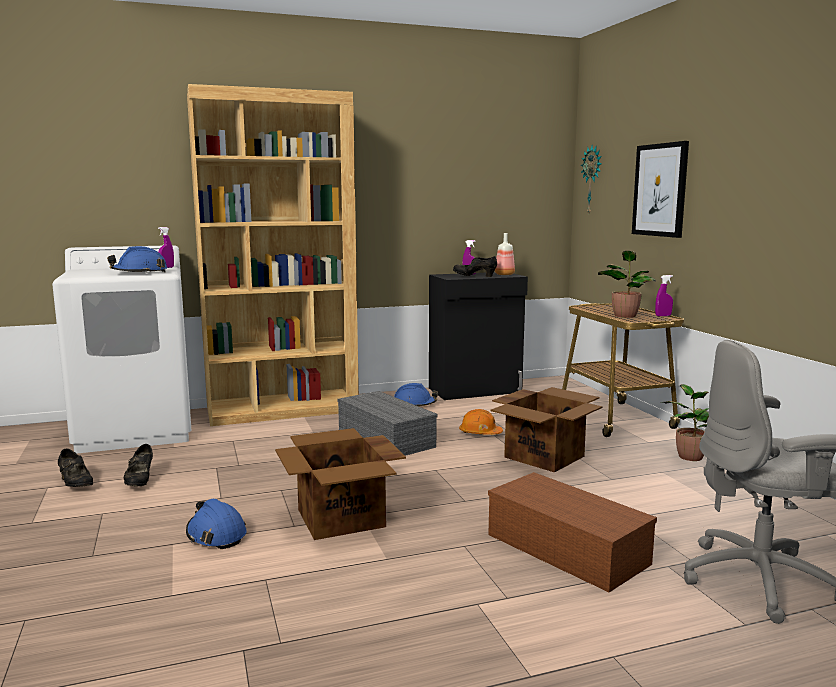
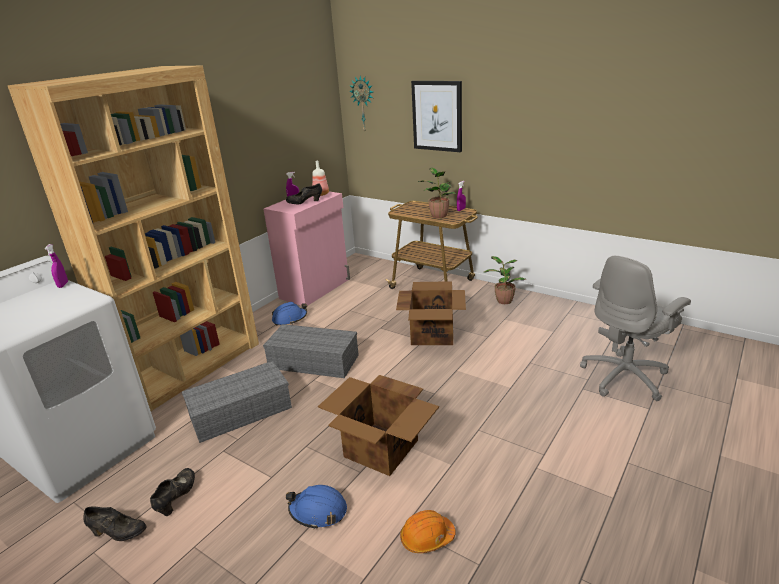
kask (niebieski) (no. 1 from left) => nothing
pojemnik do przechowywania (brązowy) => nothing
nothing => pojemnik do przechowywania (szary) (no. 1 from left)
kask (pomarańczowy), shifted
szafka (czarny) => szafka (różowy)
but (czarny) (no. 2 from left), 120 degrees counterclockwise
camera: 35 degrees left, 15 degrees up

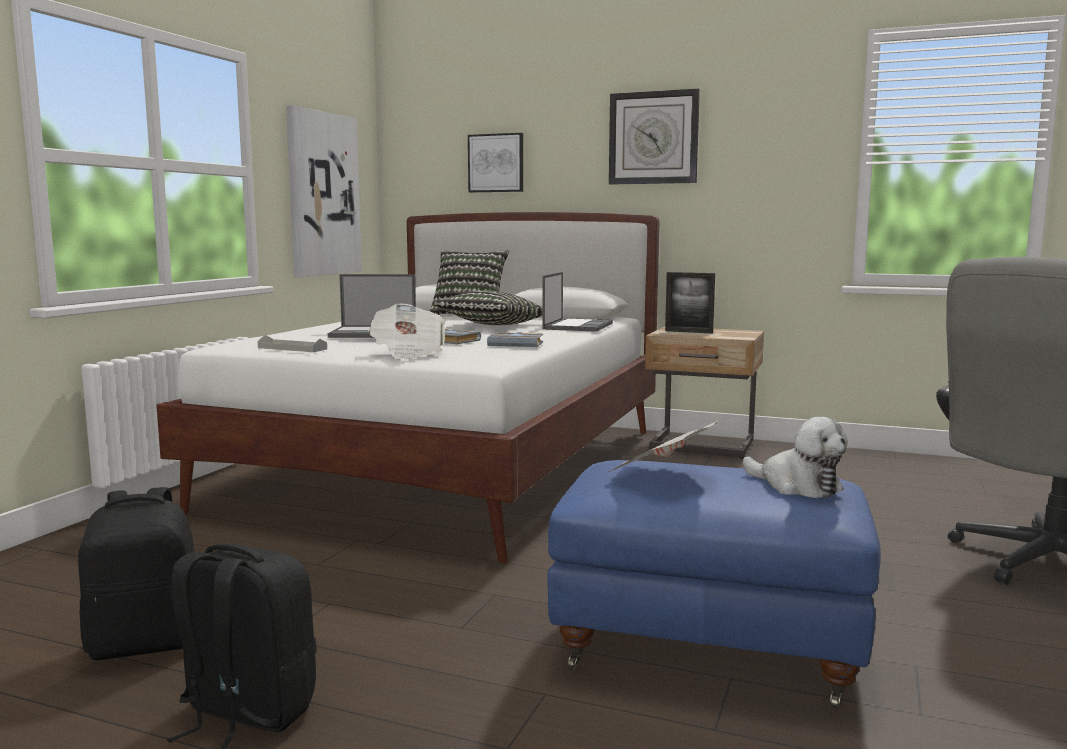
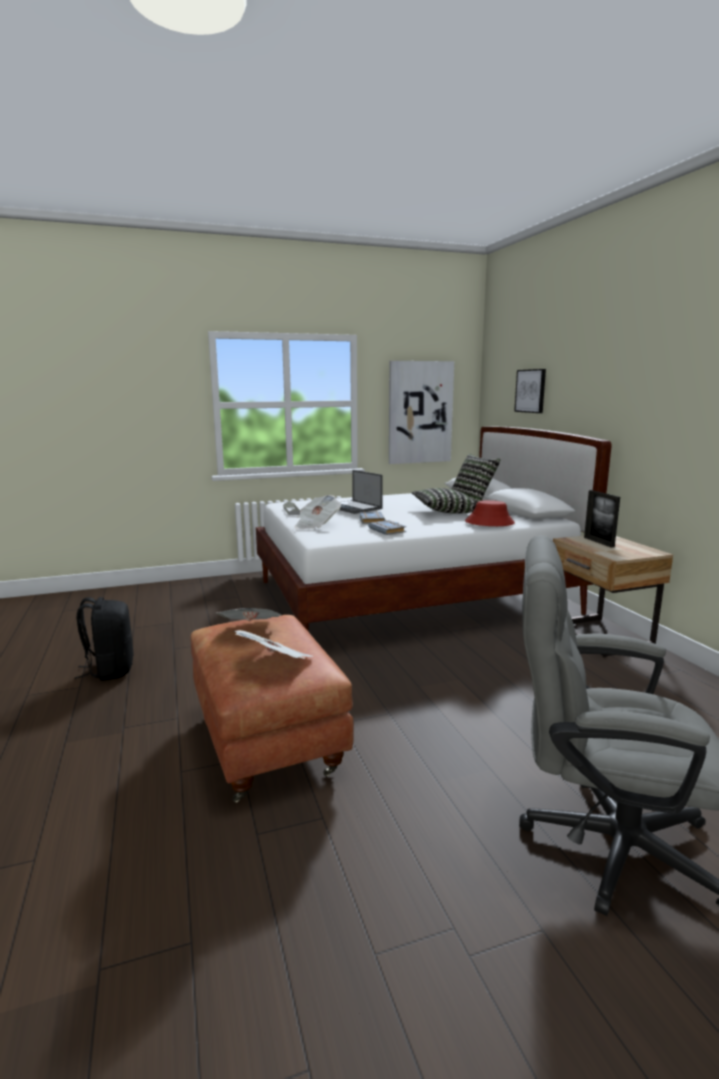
plecak (czarny) (no. 1 from left) => nothing
zegar ścienny => nothing
laptop (no. 2 from left) => kapelusz (czerwony)
pluszak => gazeta (no. 2 from left)
pufa (niebieski) => pufa (brązowy)
camera: 50 degrees right, 5 degrees up

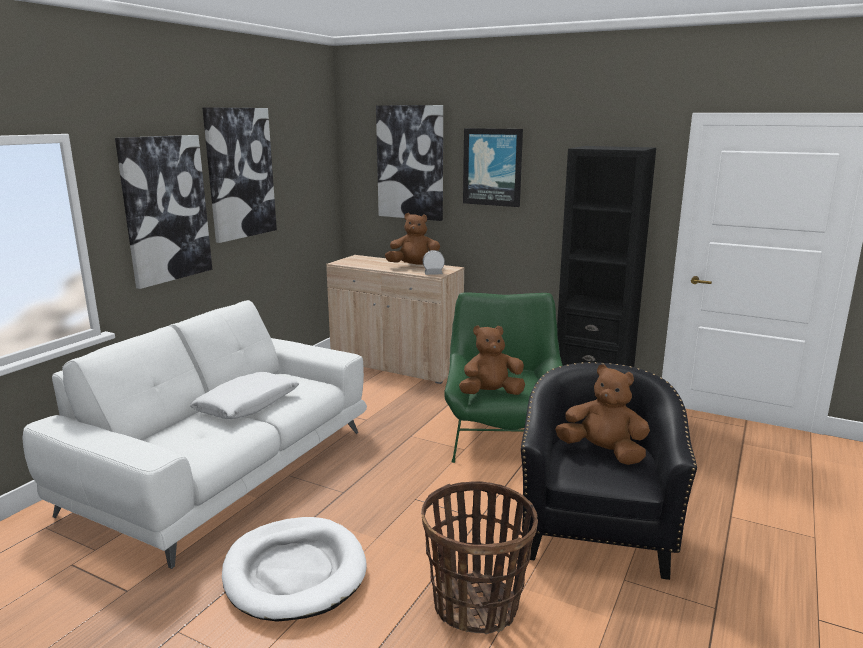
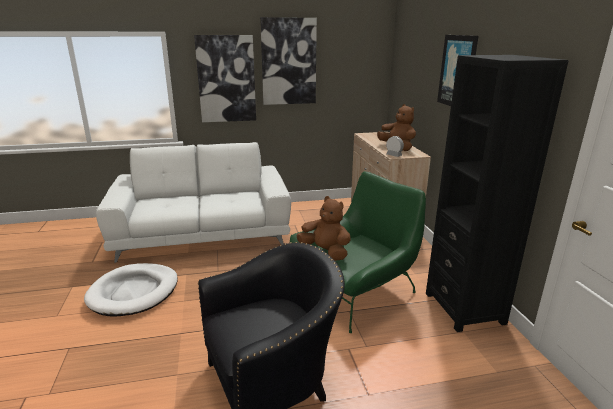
poduszka (biały) => nothing
obraz (no. 3 from left) => nothing
koszyk => nothing
pluszak (brązowy) (no. 3 from left) => nothing
camera: 50 degrees right, 5 degrees up

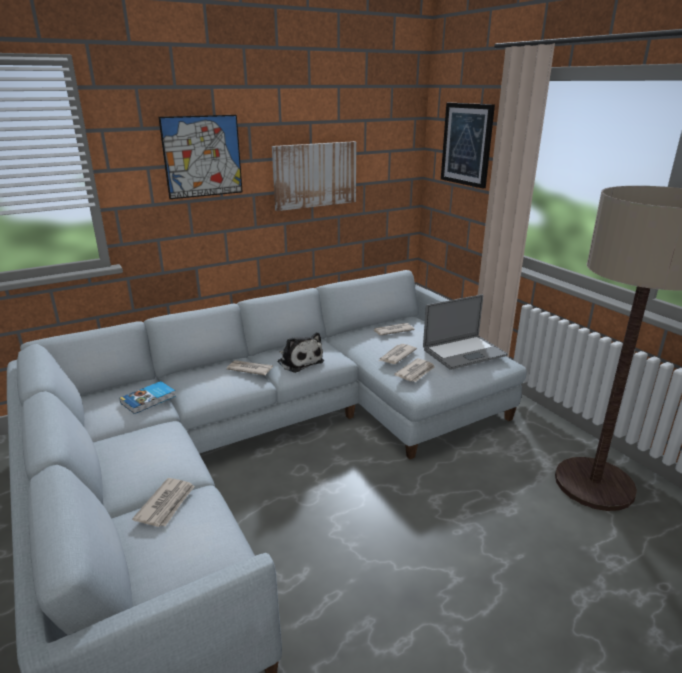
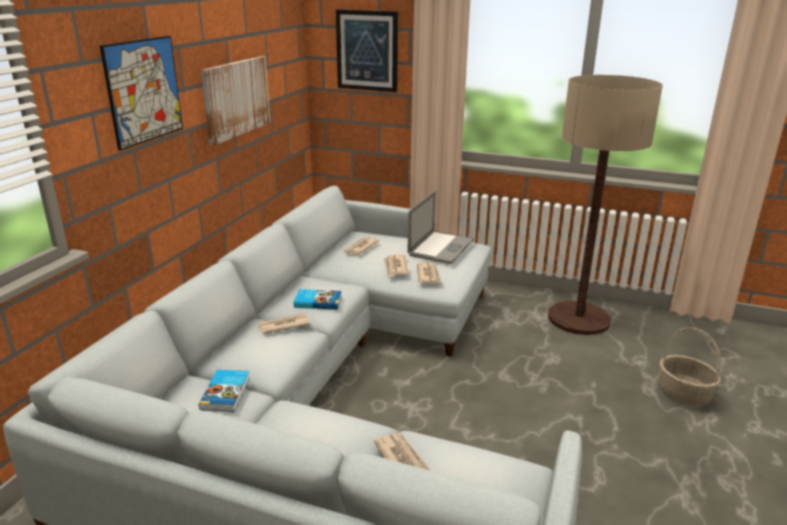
nothing => koszyk
pluszak => książka (no. 2 from left)
camera: 40 degrees left, 0 degrees up

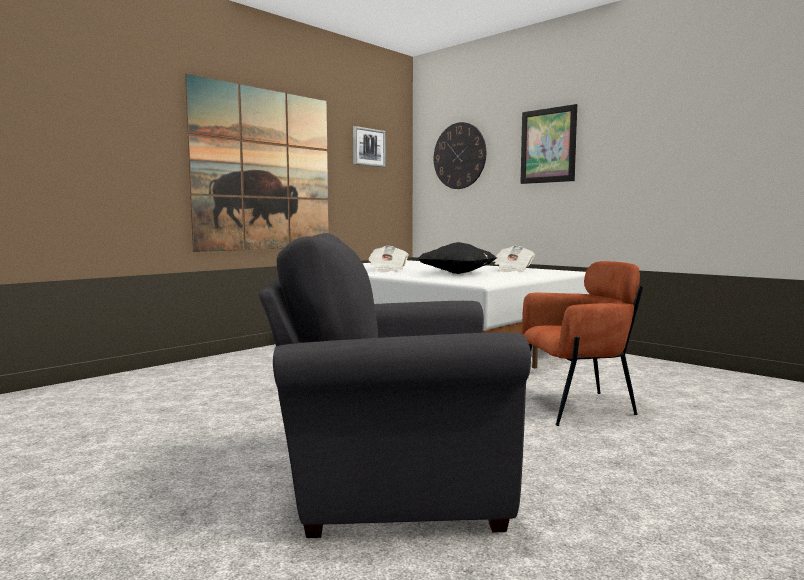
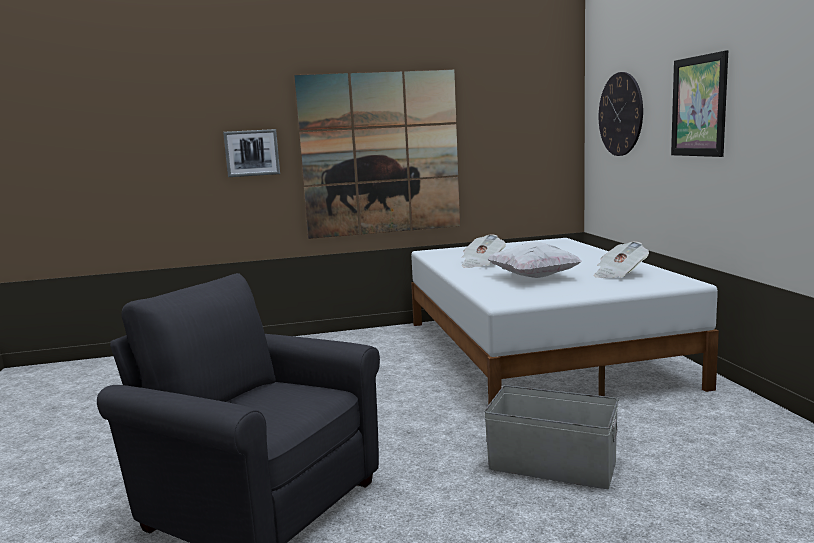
obraz (no. 2 from left in the first image) => obraz (no. 1 from left), shifted
fotel (brązowy) => pojemnik do przechowywania (szary)
poduszka (czarny) => poduszka (biały)
camera: 35 degrees right, 5 degrees up

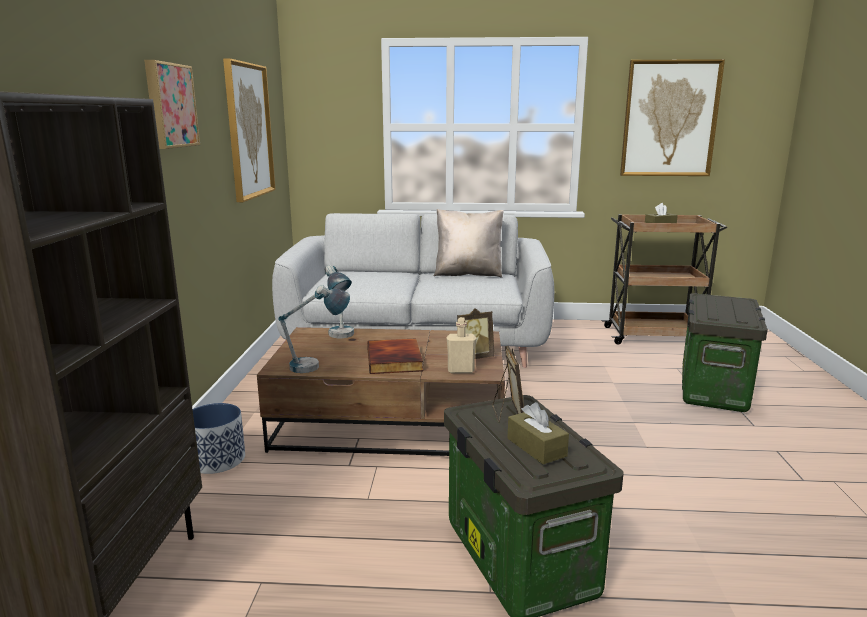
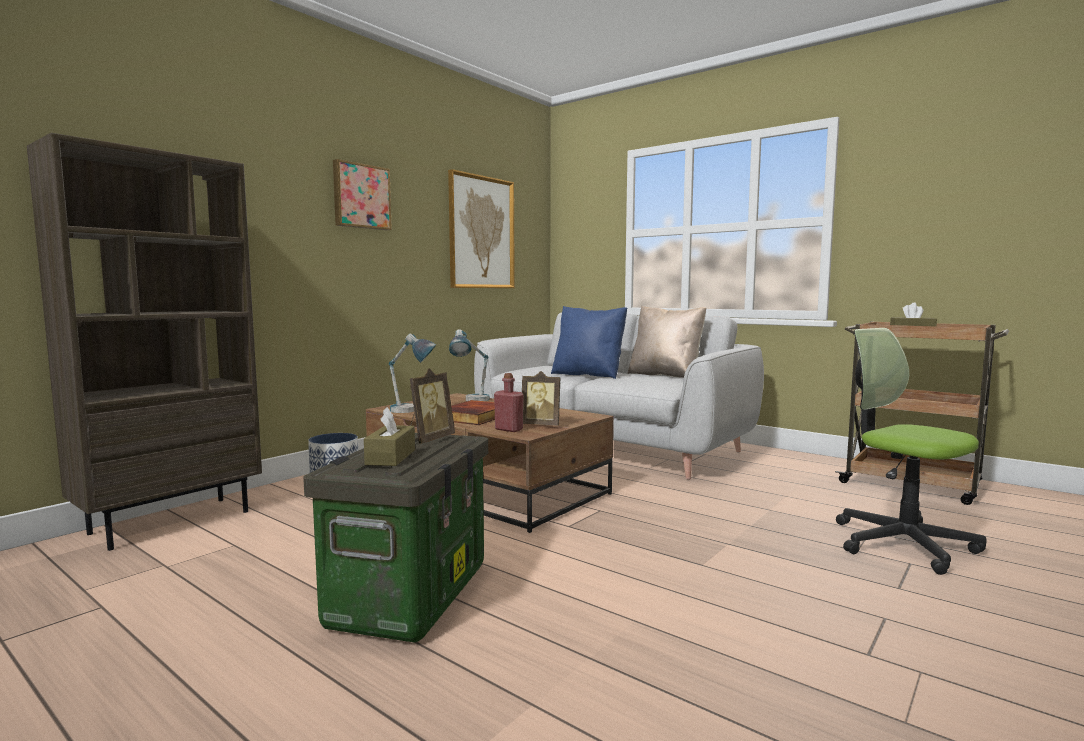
obraz (no. 3 from left) => nothing
nothing => poduszka (niebieski)
pojemnik do przechowywania (no. 2 from left) => krzesło biurowe
butelka (beżowy) => butelka (czerwony)
camera: 35 degrees right, 10 degrees down

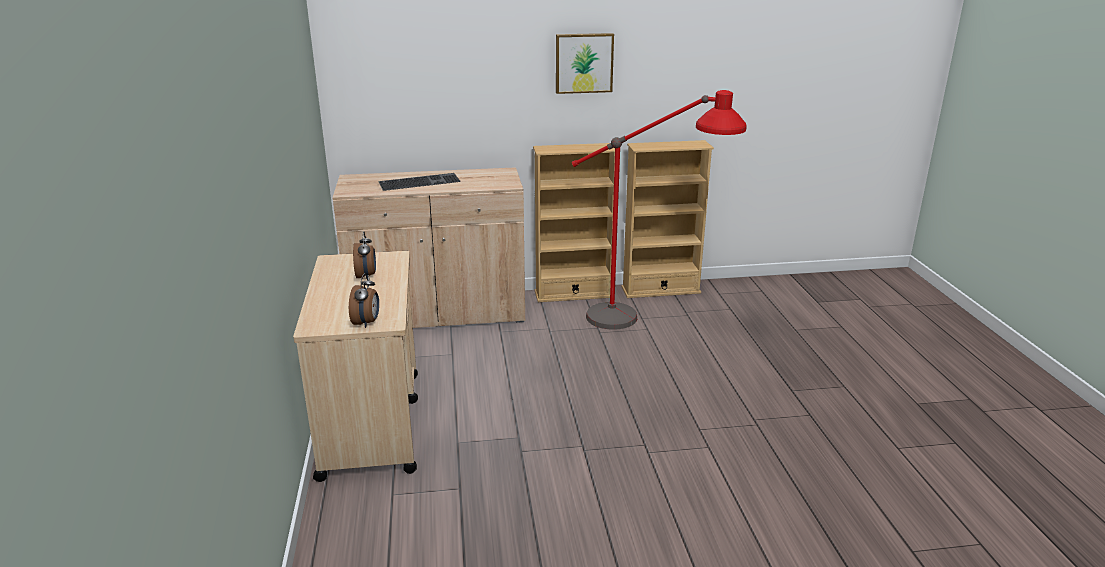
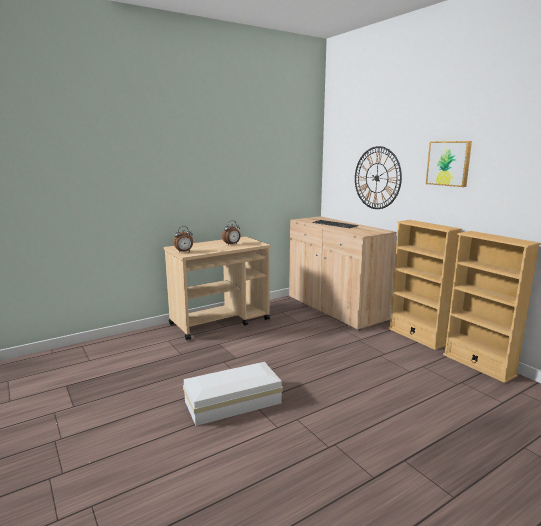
lampa stojąca (czerwony) => nothing
nothing => pojemnik do przechowywania (biały)
nothing => zegar ścienny
camera: 65 degrees right, 10 degrees down

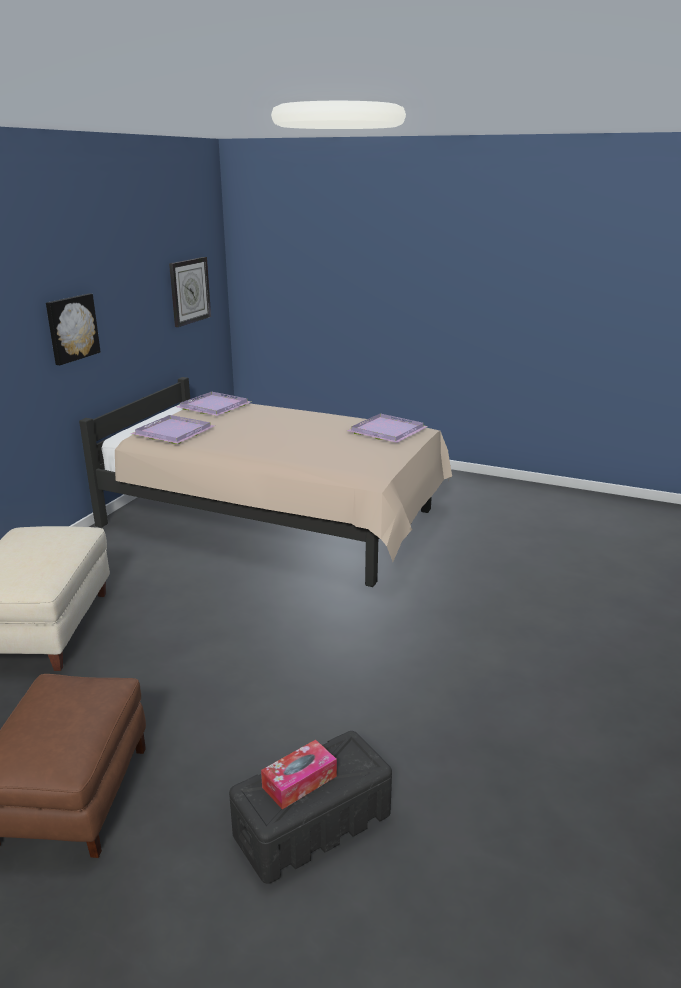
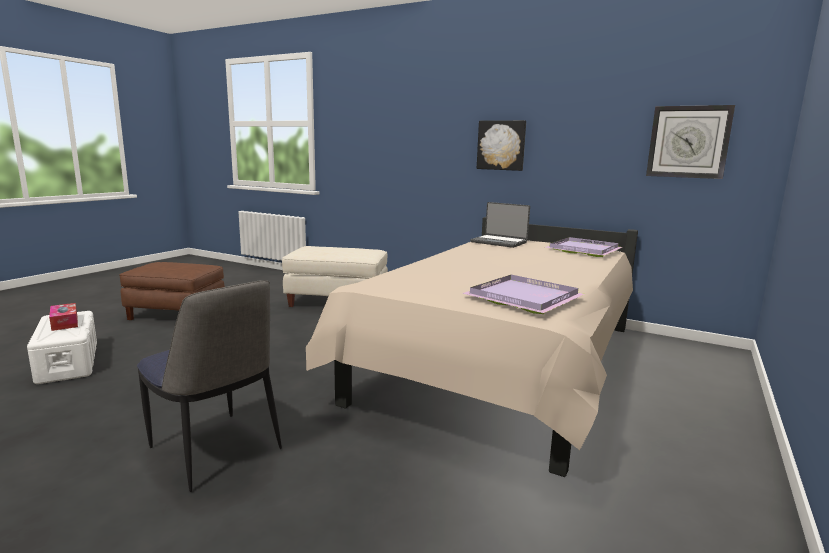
nothing => krzesło
taca (fioletowy) (no. 1 from left) => laptop
pojemnik do przechowywania (czarny) => pojemnik do przechowywania (biały)
camera: 95 degrees right, 10 degrees down

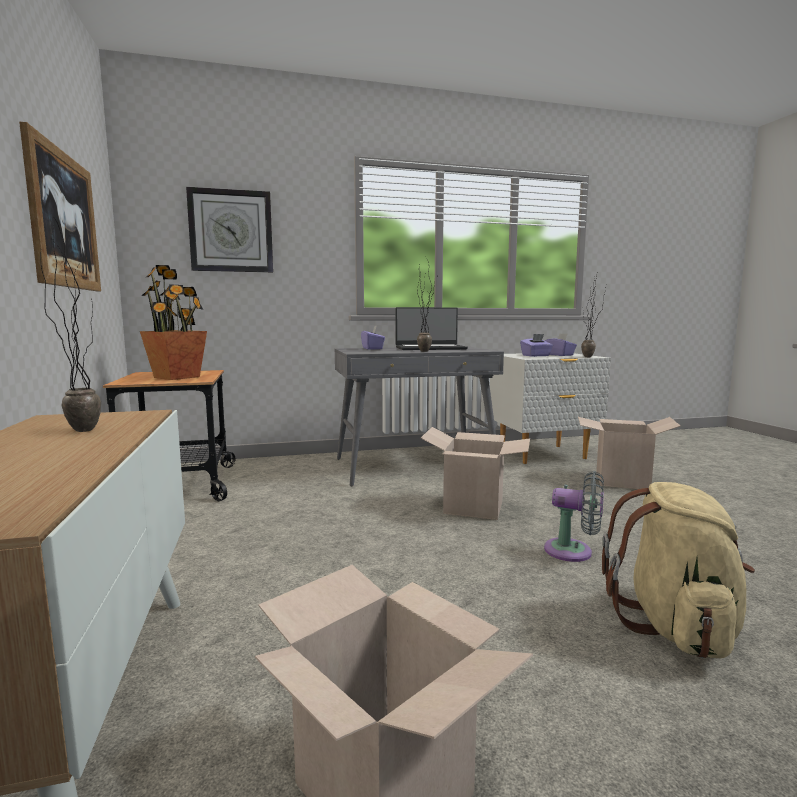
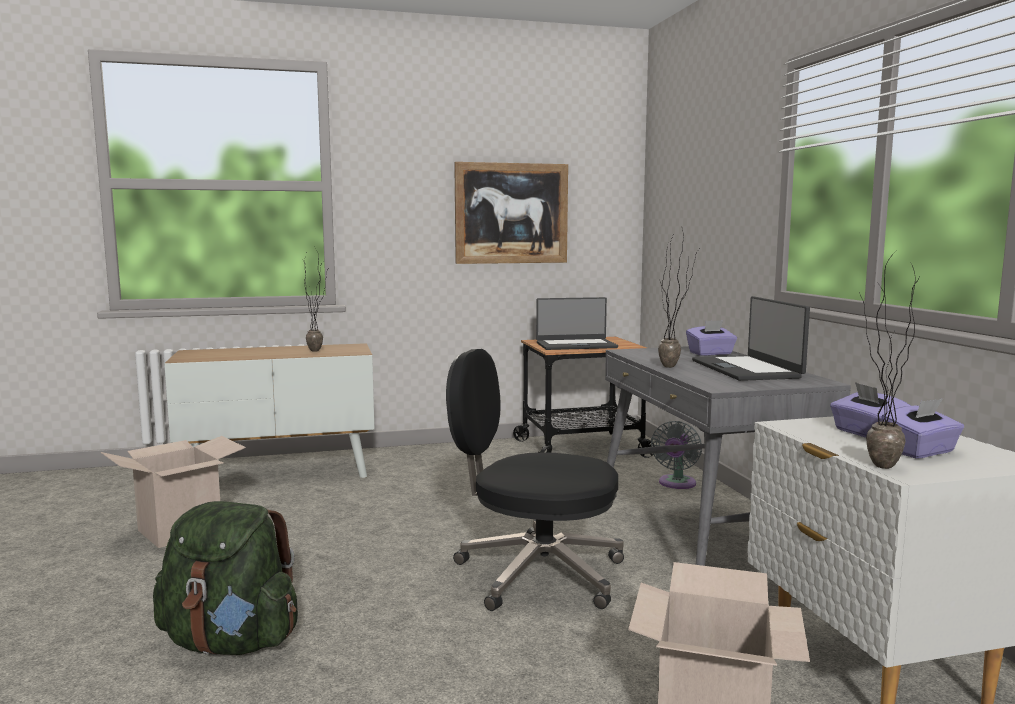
zegar ścienny => nothing
wentylator (szary), shifted
roślina doniczkowa (no. 2 from left) => laptop (no. 1 from left)
karton (no. 2 from left) => krzesło biurowe (czarny)
plecak (beżowy) => plecak (zielony)
camera: 90 degrees right, 0 degrees up

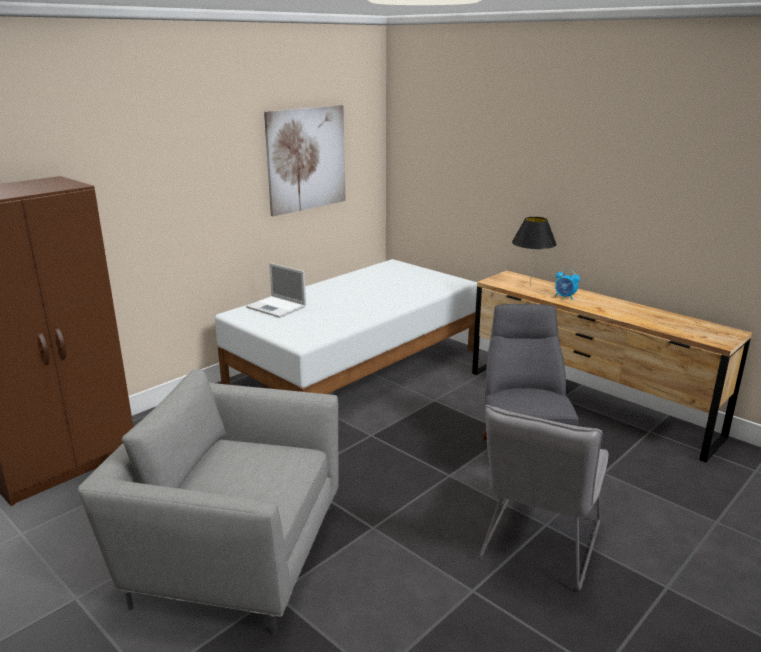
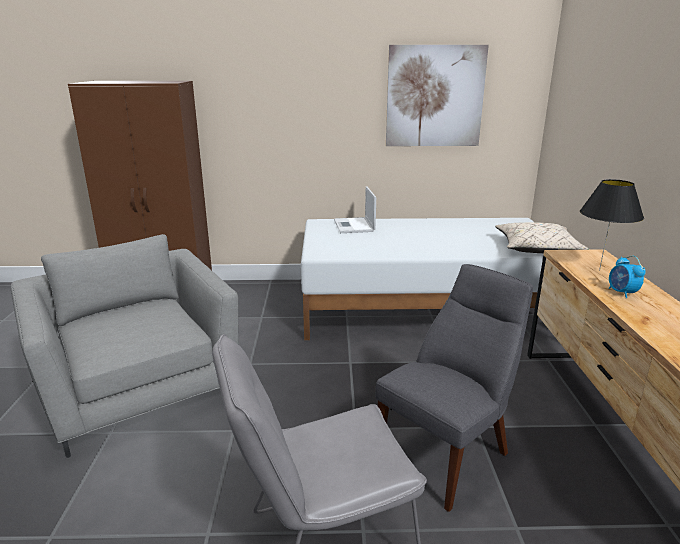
nothing => poduszka (beżowy)
camera: 45 degrees right, 0 degrees up

